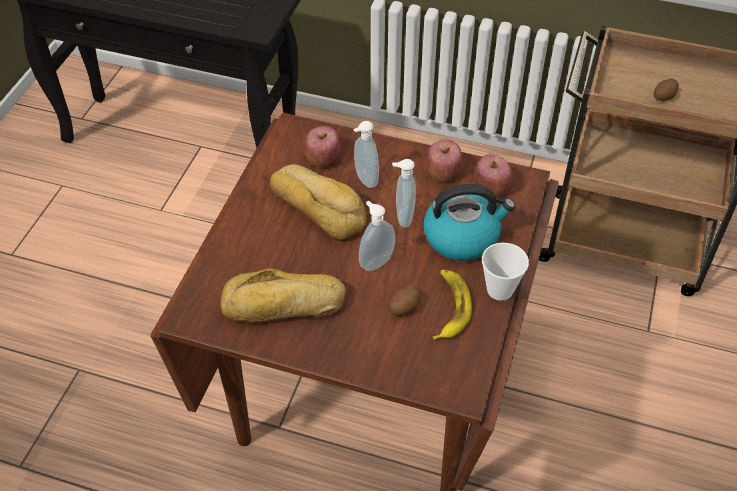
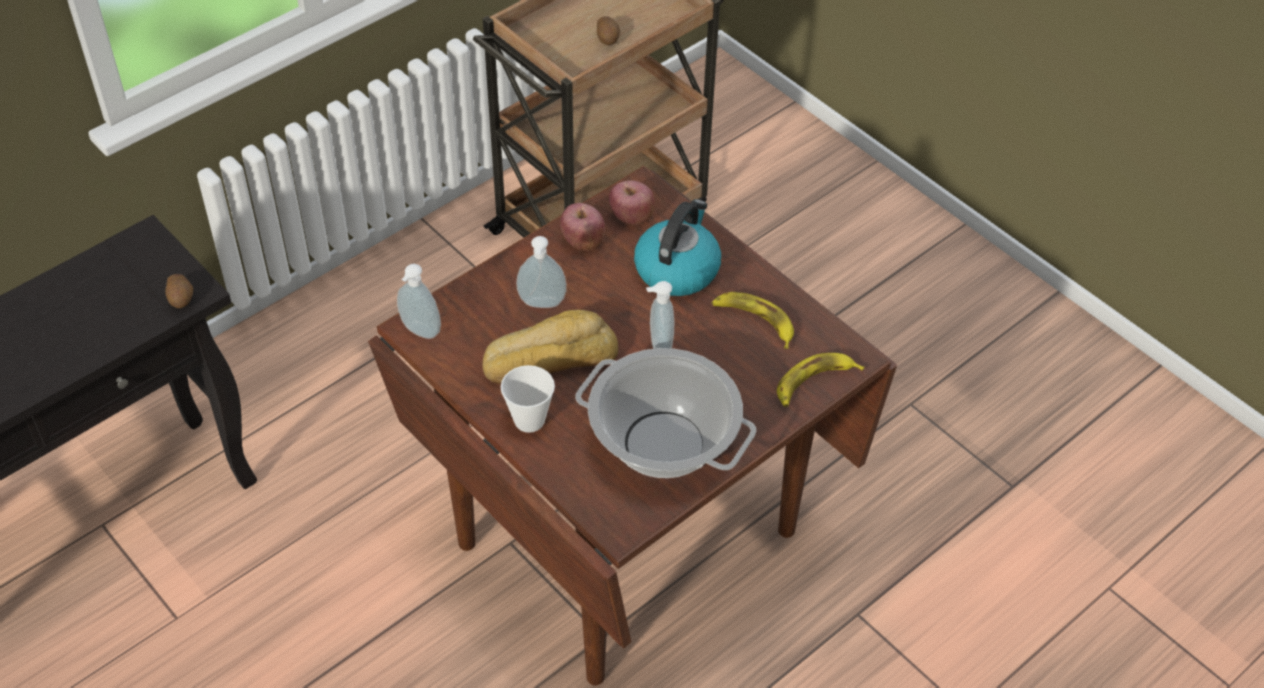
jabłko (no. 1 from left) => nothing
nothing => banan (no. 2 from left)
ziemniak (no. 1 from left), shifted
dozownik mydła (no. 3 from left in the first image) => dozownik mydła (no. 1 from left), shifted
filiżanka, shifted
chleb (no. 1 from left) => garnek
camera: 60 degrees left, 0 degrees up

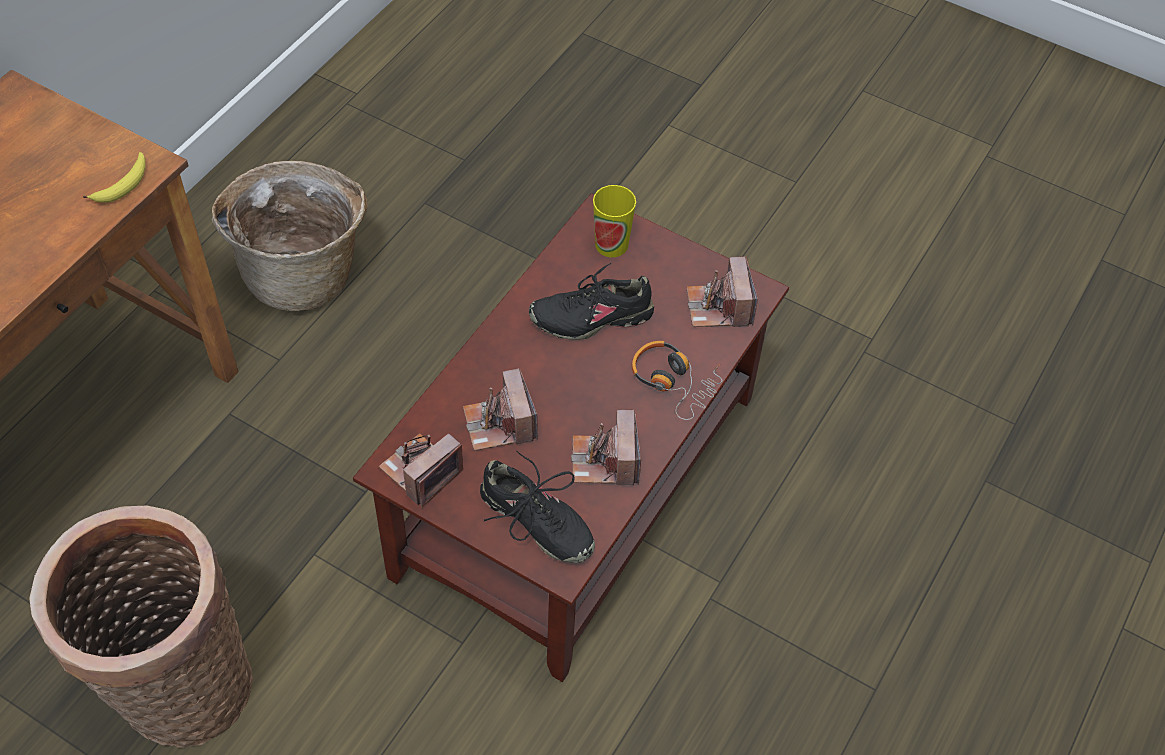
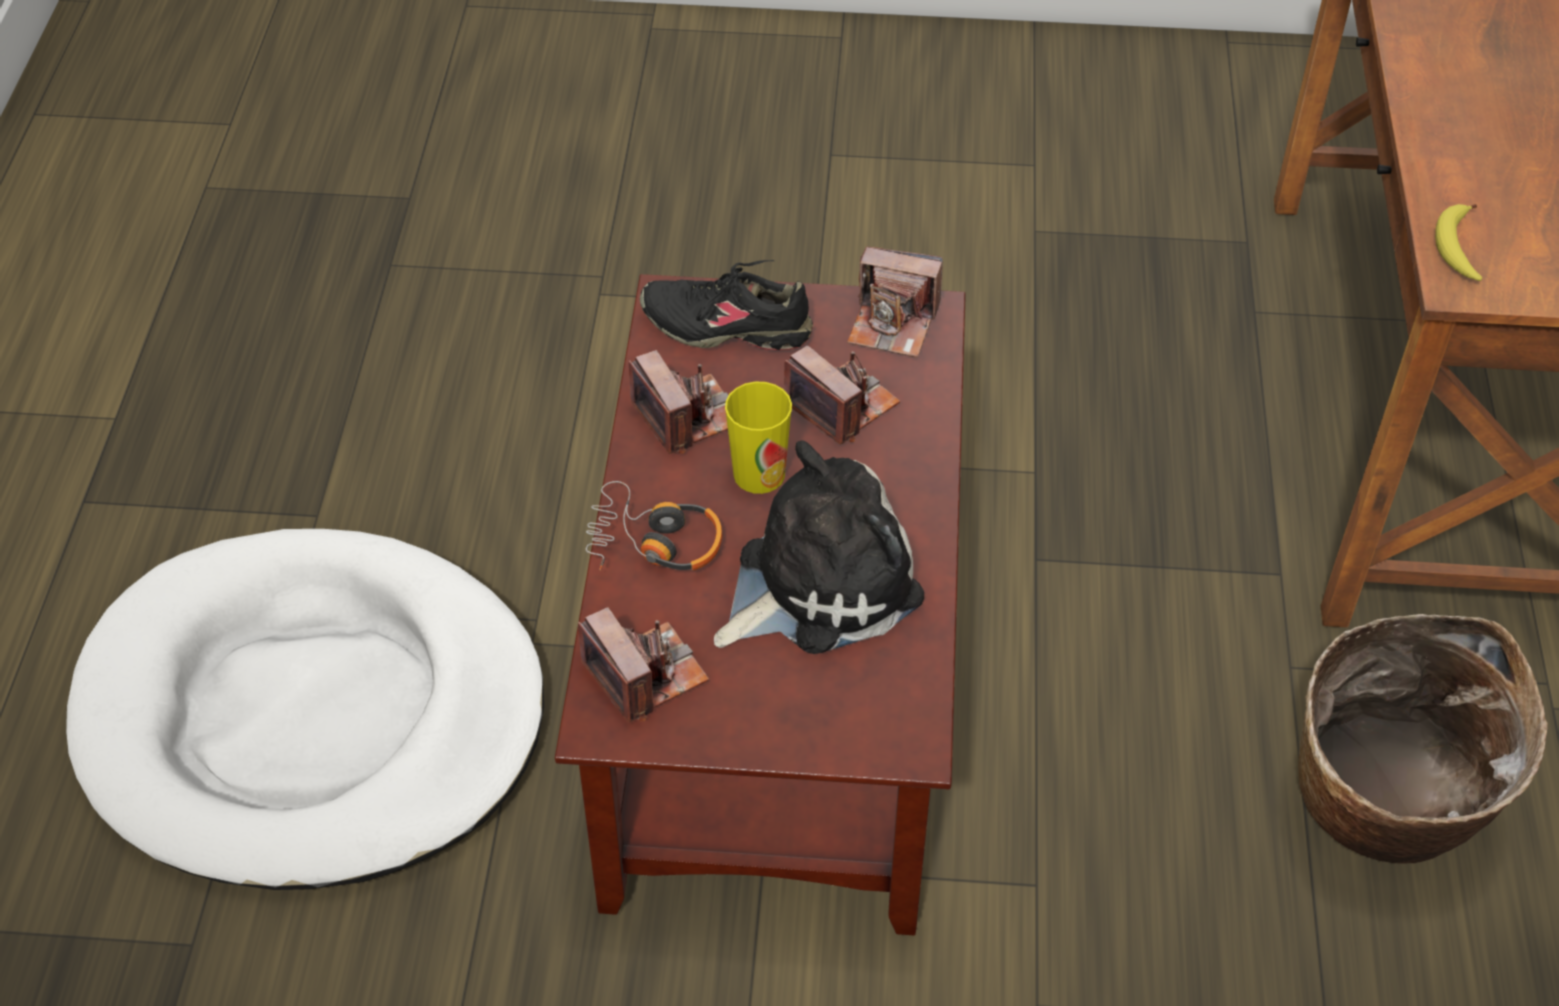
koszyk (no. 1 from left) => nothing
nothing => legowisko (biały)
filiżanka, shifted
but (czarny) (no. 2 from left) => pluszak
aparat fotograficzny (no. 1 from left in the first image) => aparat fotograficzny (no. 4 from left), 90 degrees clockwise
camera: 155 degrees right, 5 degrees down

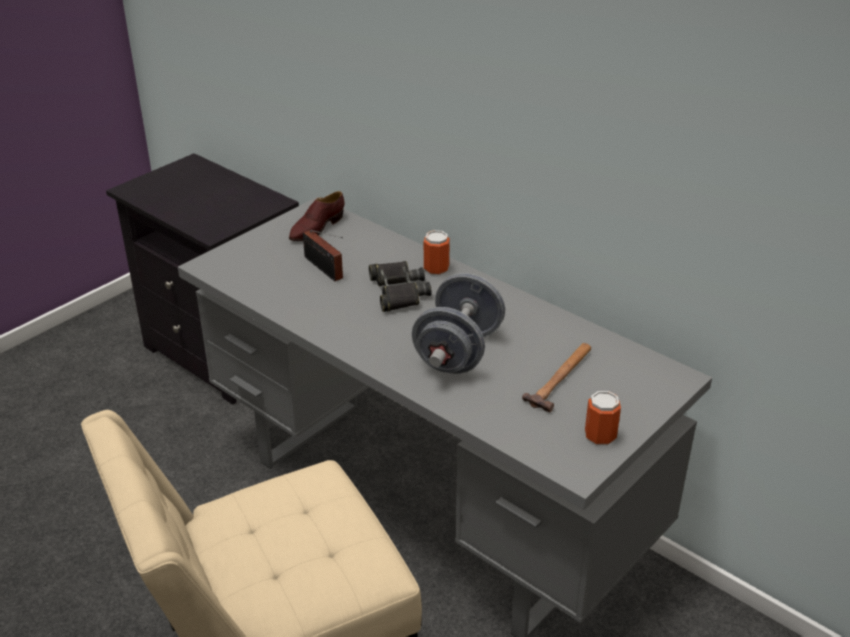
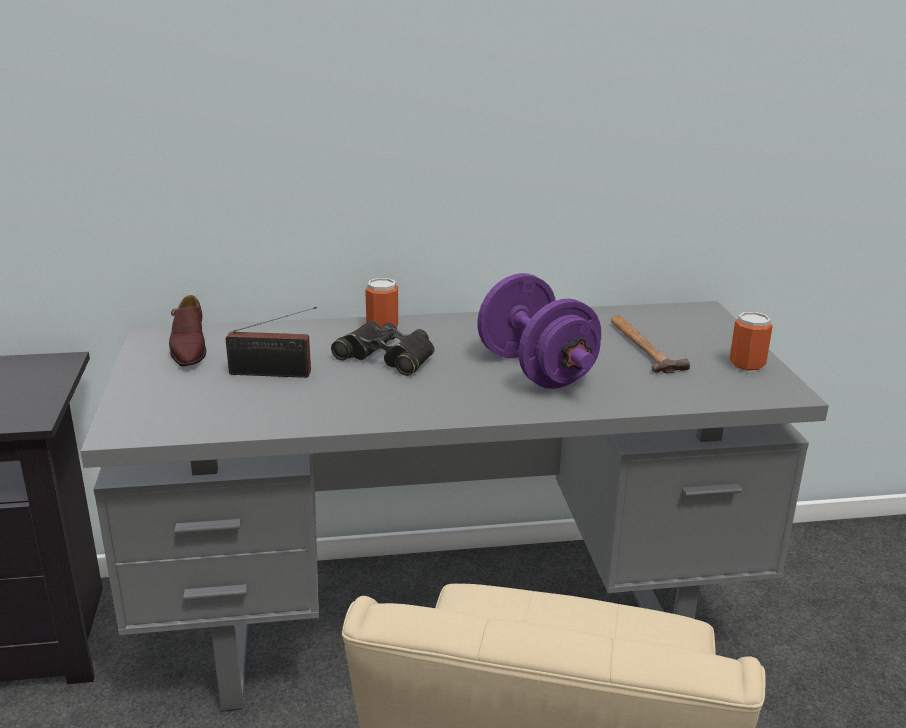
hantel (szary) => hantel (fioletowy)
camera: 50 degrees left, 10 degrees down

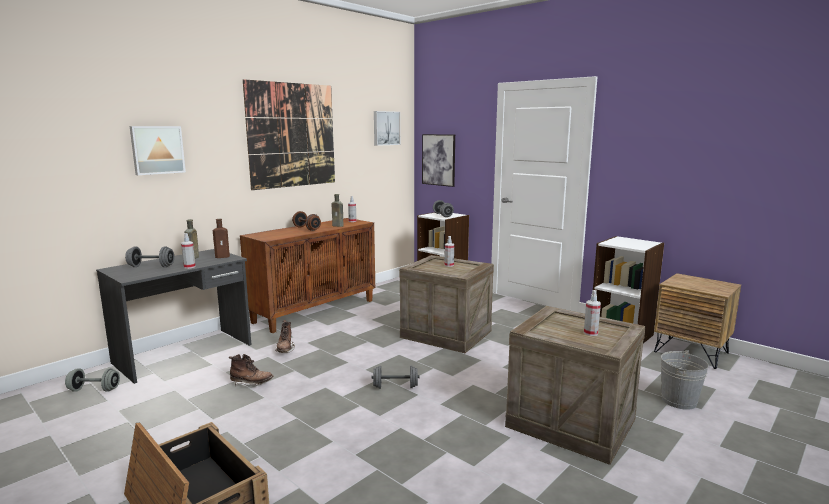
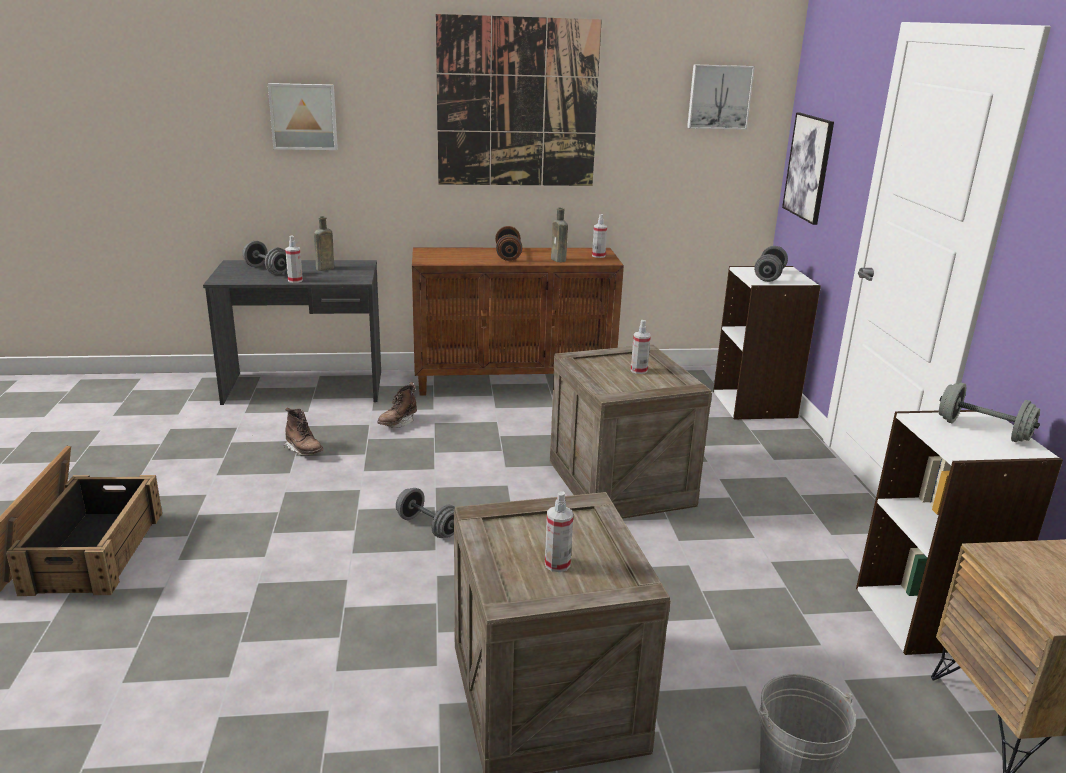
butelka (brązowy) (no. 2 from left) => nothing
hantel (szary) (no. 1 from left in the first image) => hantel (szary) (no. 4 from left), shifted
camera: 40 degrees right, 10 degrees up

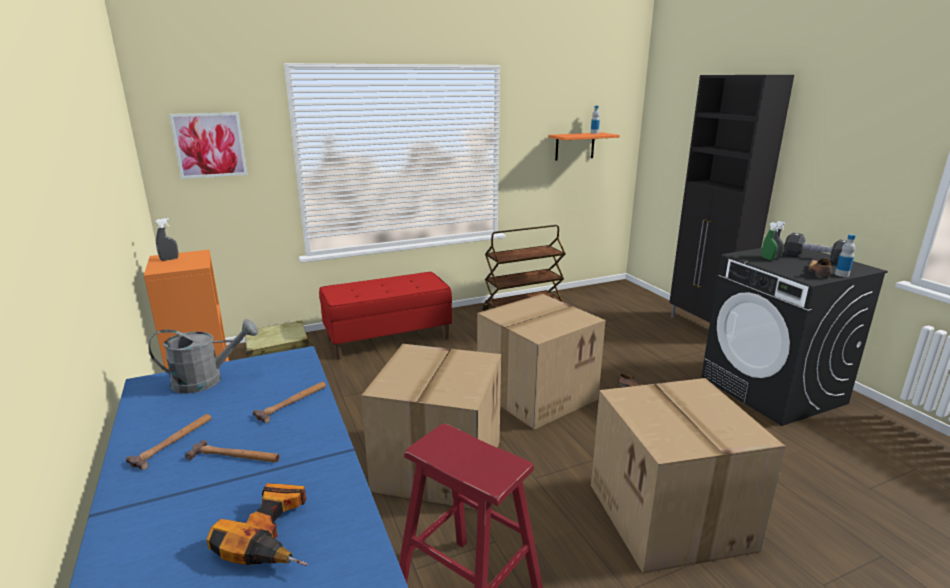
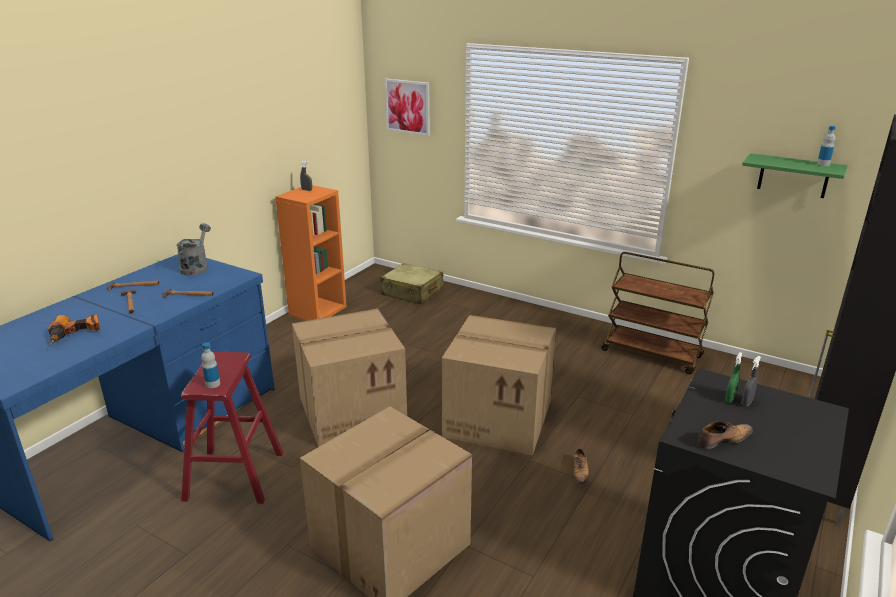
ławka (czerwony) => nothing
hantel (czarny) => nothing
butelka (no. 2 from left in the first image) => butelka (no. 1 from left), shifted
półka (pomarańczowy) => półka (zielony)
konewka (szary), 120 degrees counterclockwise
camera: 55 degrees right, 5 degrees up

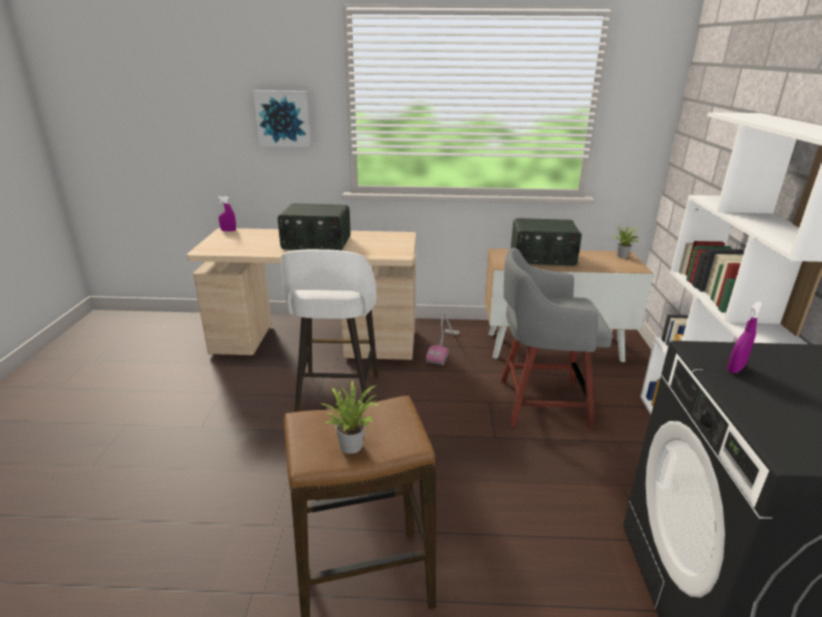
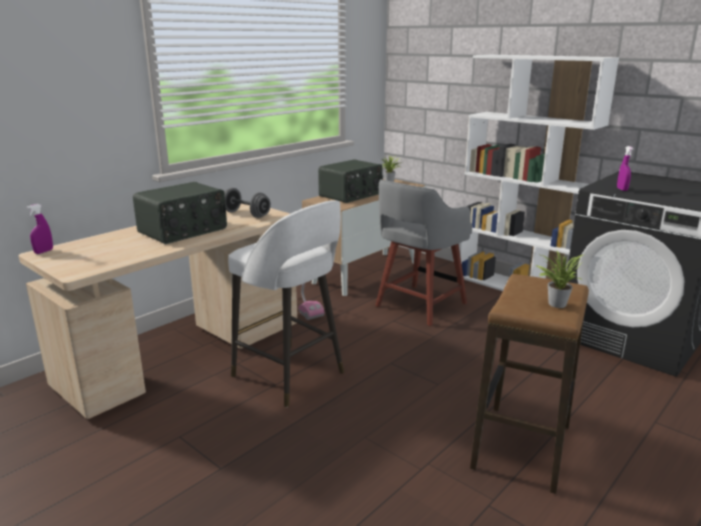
obraz => nothing
nothing => hantel (szary)
camera: 50 degrees left, 5 degrees down

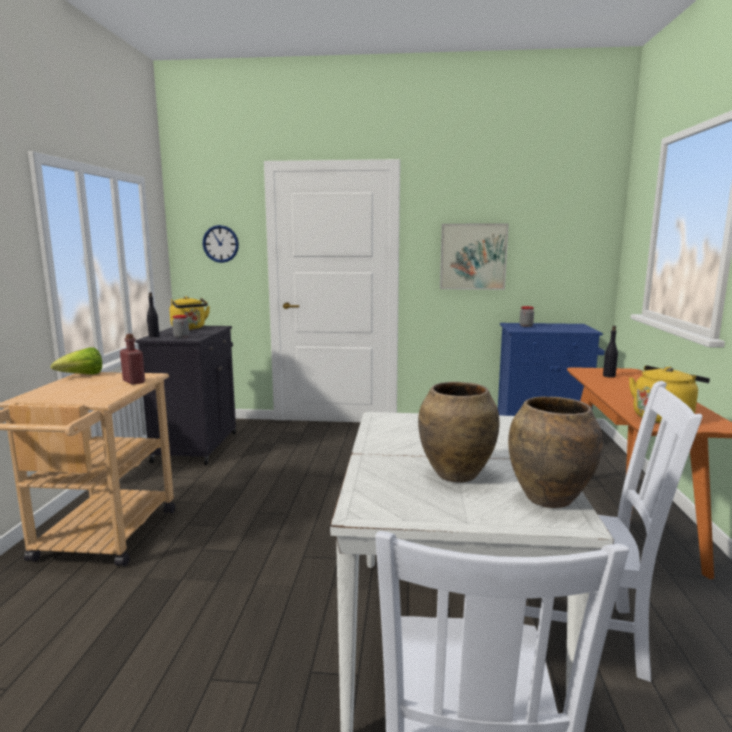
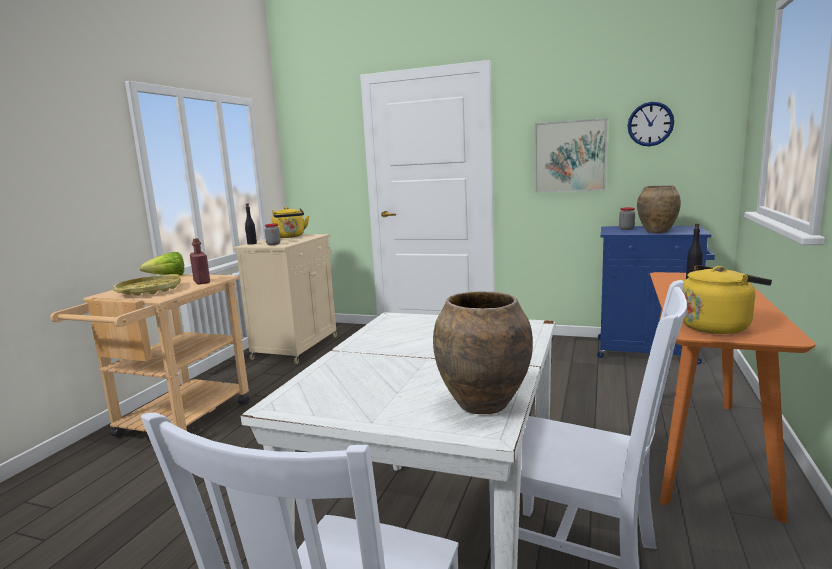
nothing => taca (żółty)
zegar ścienny, shifted
wazon (brązowy) (no. 1 from left in the first image) => wazon (brązowy) (no. 2 from left), shifted
szafka (czarny) => szafka (beżowy)
camera: 15 degrees right, 0 degrees up

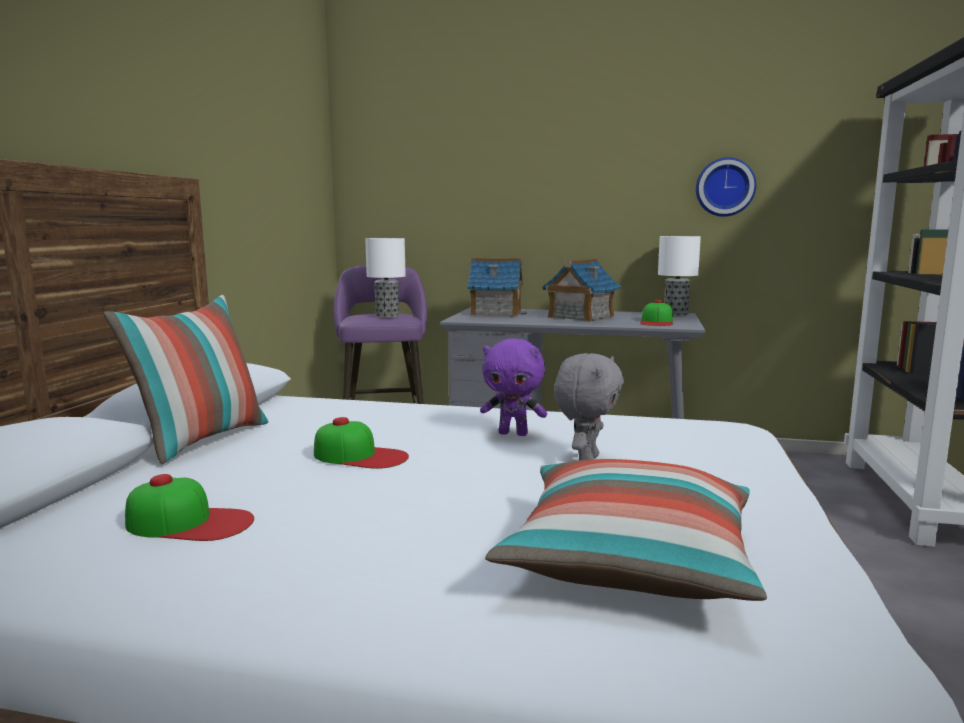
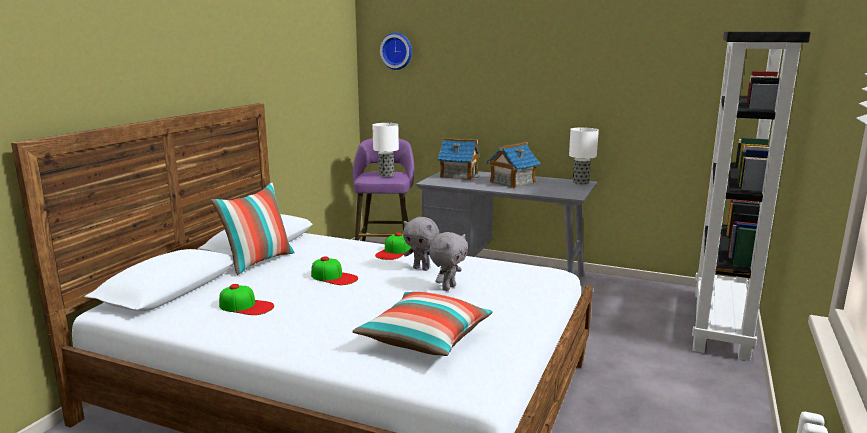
czapka z daszkiem (no. 3 from left), shifted
zegar ścienny, shifted
pluszak (fioletowy) => pluszak (szary) (no. 1 from left)
camera: 10 degrees right, 5 degrees up

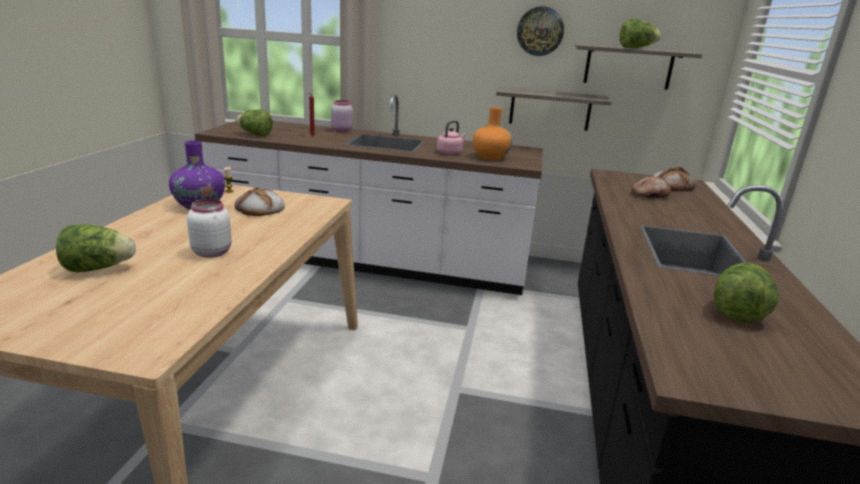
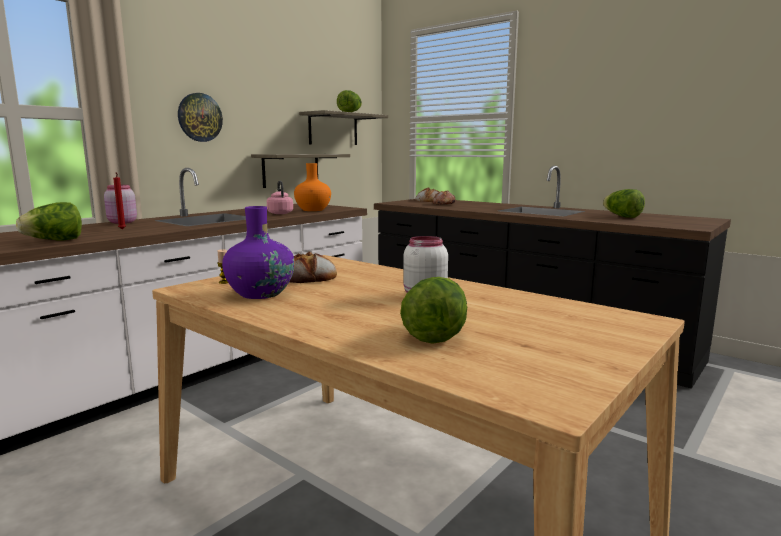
zegar ścienny, shifted
camera: 60 degrees left, 10 degrees down

